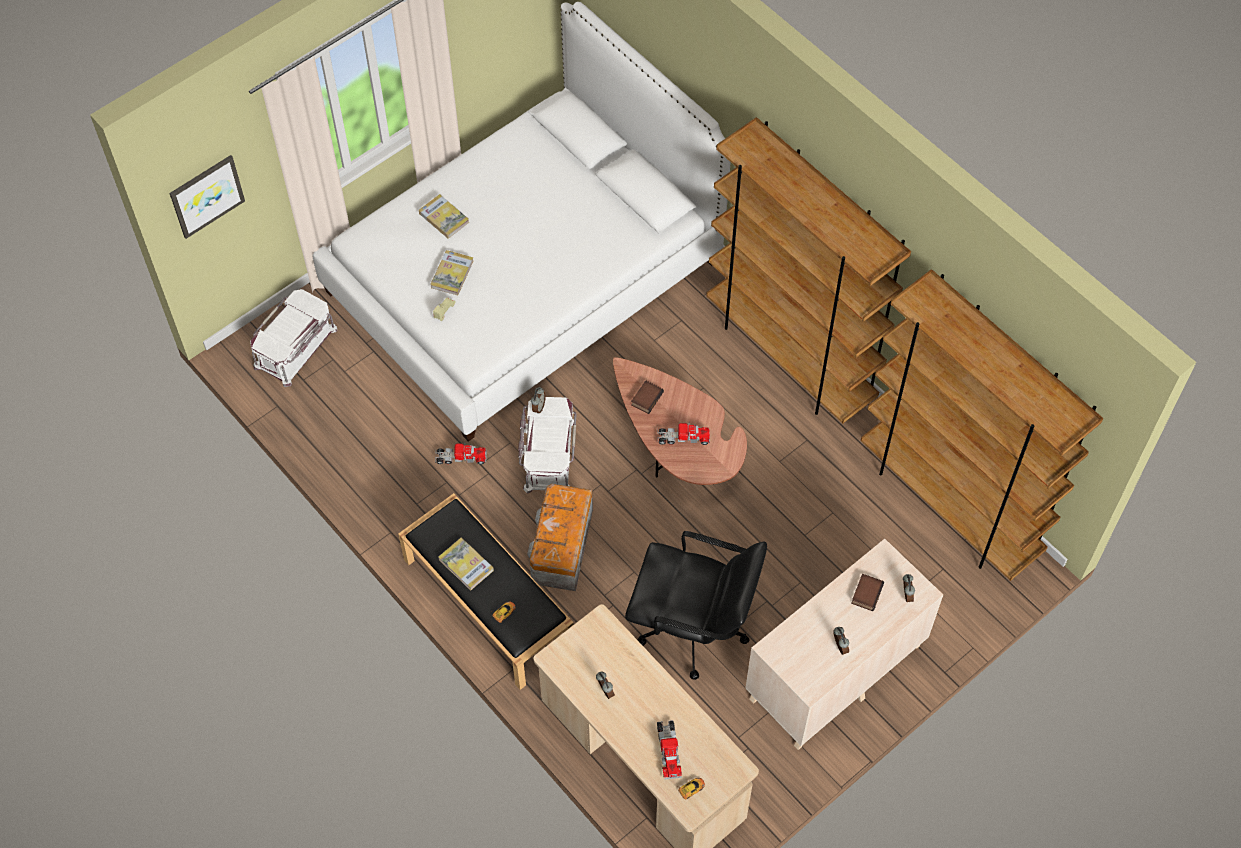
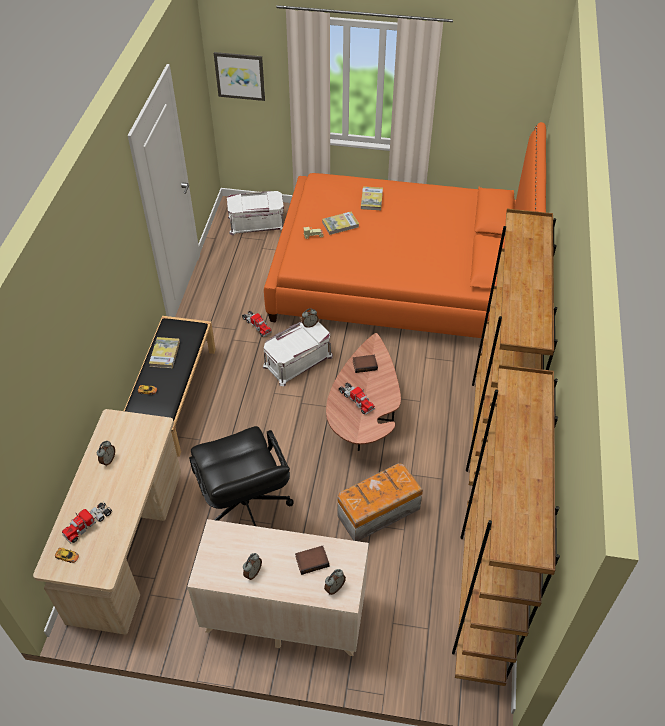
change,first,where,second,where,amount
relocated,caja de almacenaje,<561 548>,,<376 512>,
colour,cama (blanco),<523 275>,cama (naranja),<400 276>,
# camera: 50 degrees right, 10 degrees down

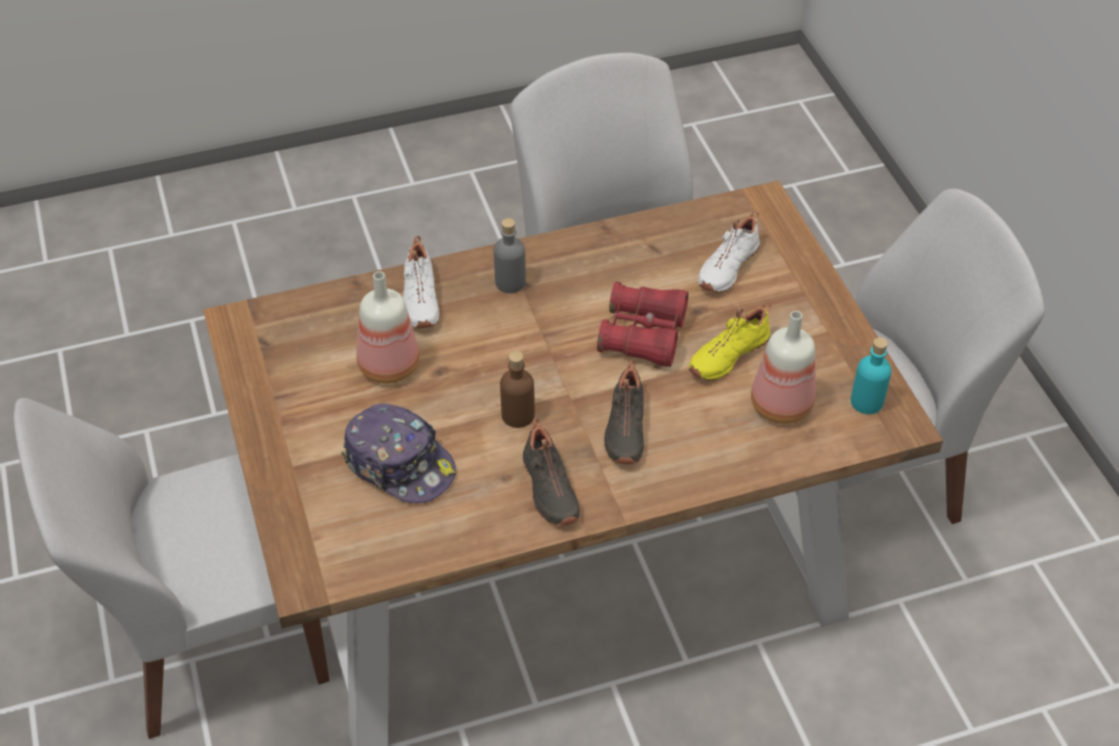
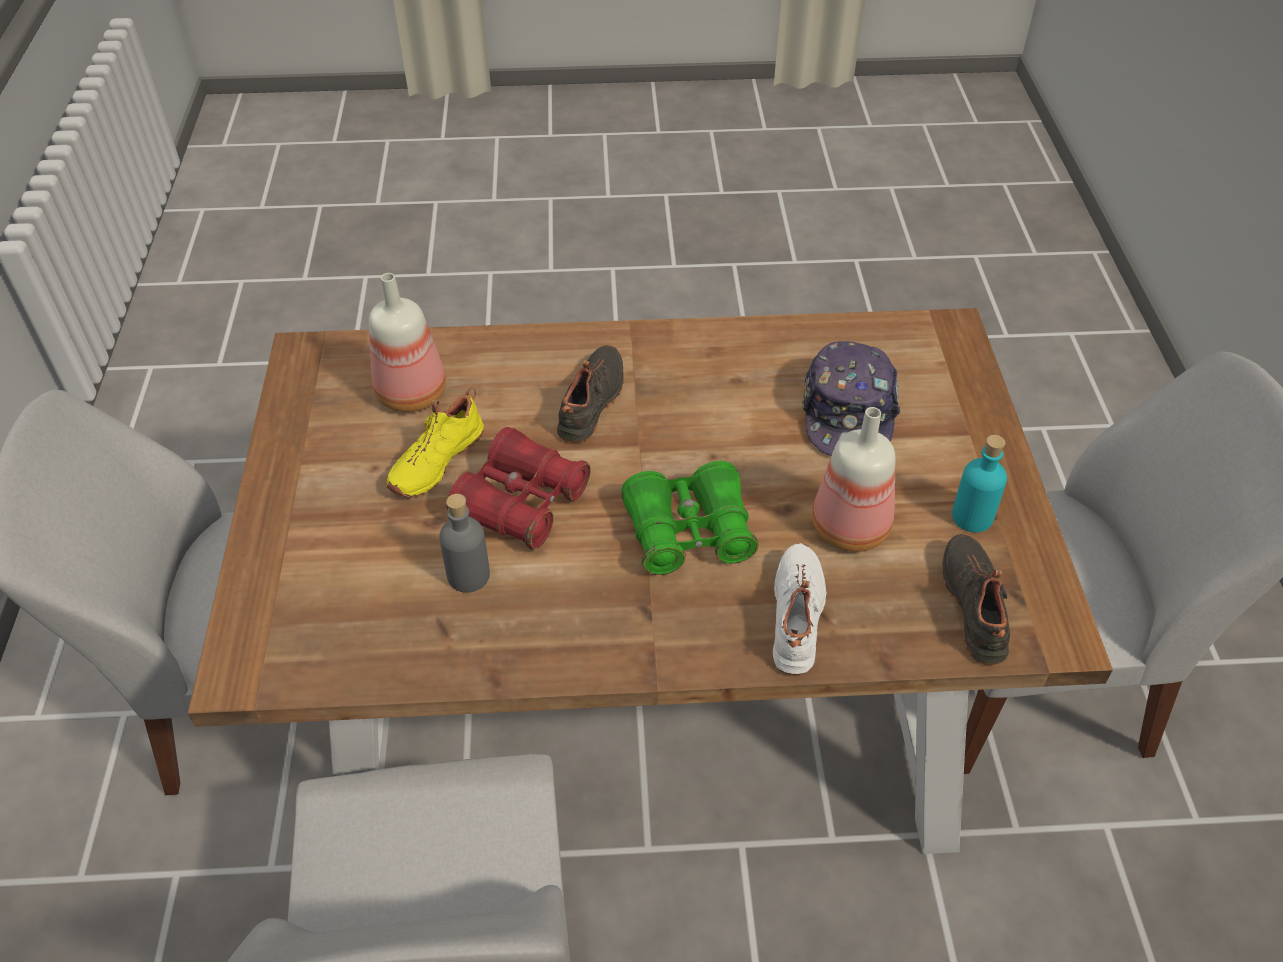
change,first,where,second,where,amount
missing,botella (marrón),<518 415>,,,
missing,zapato (blanco),<726 266>,,,
appeared,,,prismáticos (verde),<688 532>,
relocated,botella (gris),<510 282>,,<468 575>,
relocated,zapato (negro),<548 489>,,<976 606>,
relocated,botella (turquesa),<867 402>,,<972 517>,
spun,gorra,<400 464>,,<848 414>,135 degrees counterclockwise
spun,zapato (amarillo),<727 354>,,<435 460>,150 degrees clockwise
# camera: 165 degrees left, 0 degrees up

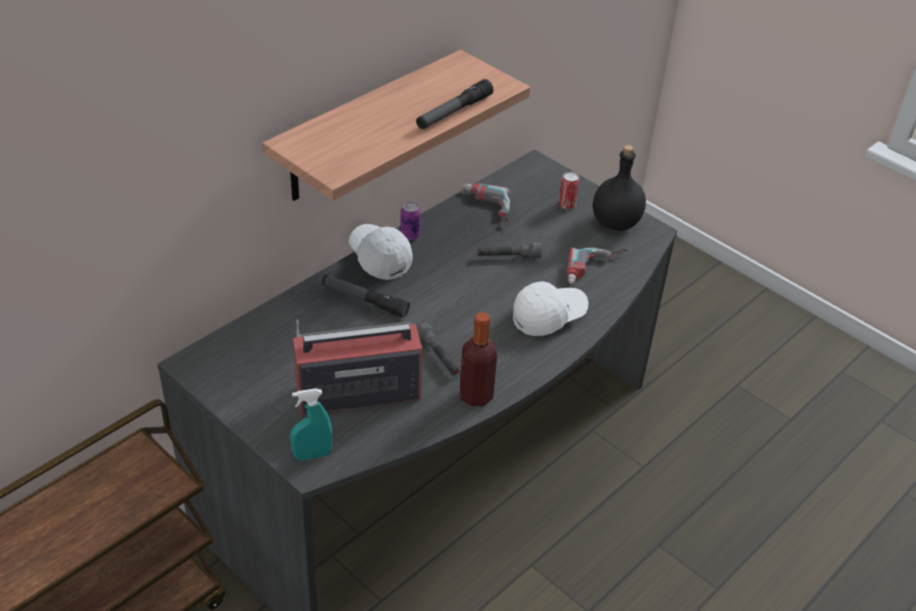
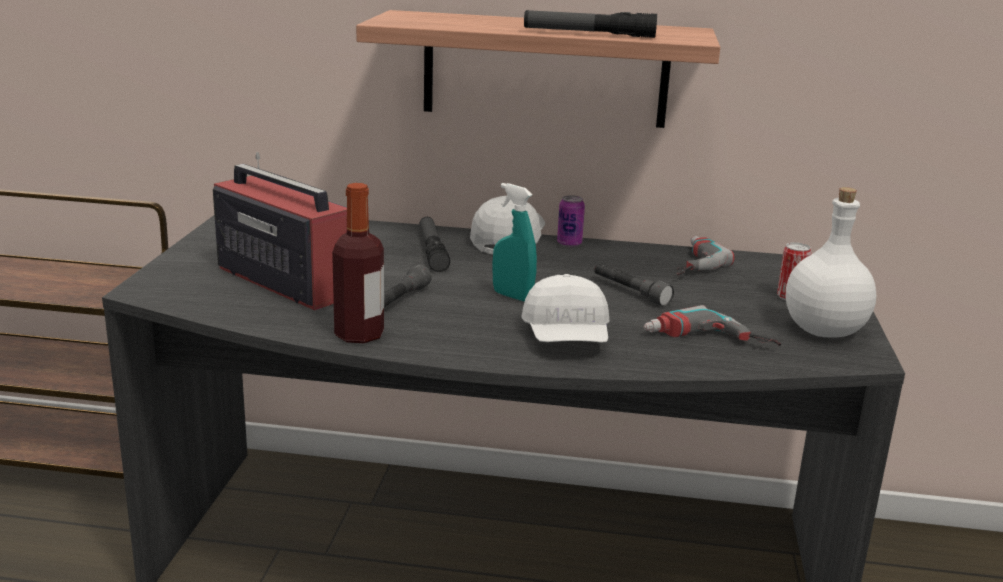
change,first,where,second,where,amount
relocated,pulverizador (turquesa),<312 455>,,<512 296>,
colour,botella (negro),<615 222>,botella (blanco),<823 330>,
spun,gorra (blanco),<548 316>,,<566 338>,60 degrees clockwise
# camera: 55 degrees right, 20 degrees down

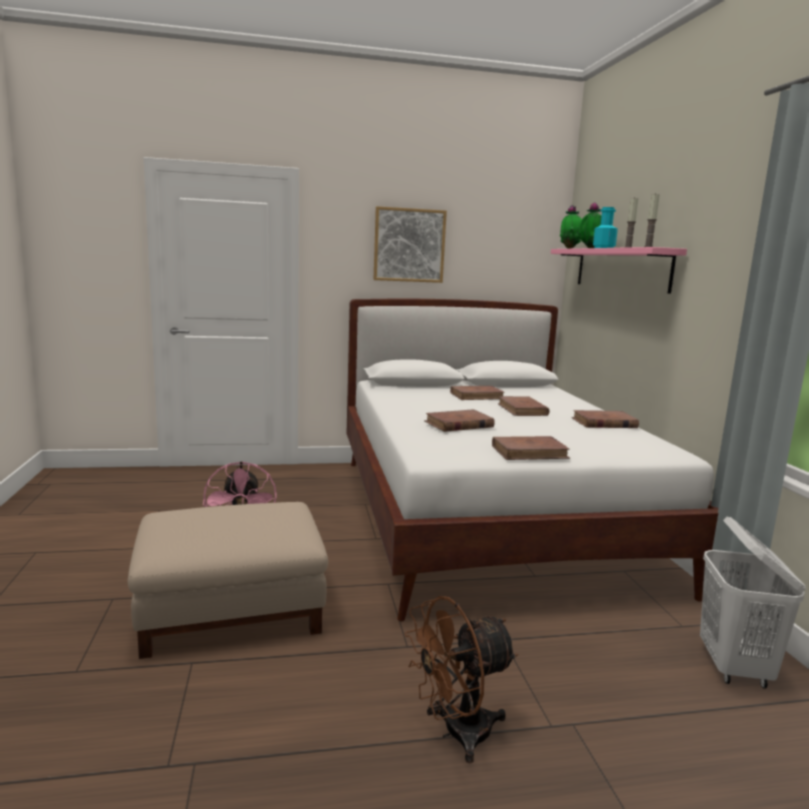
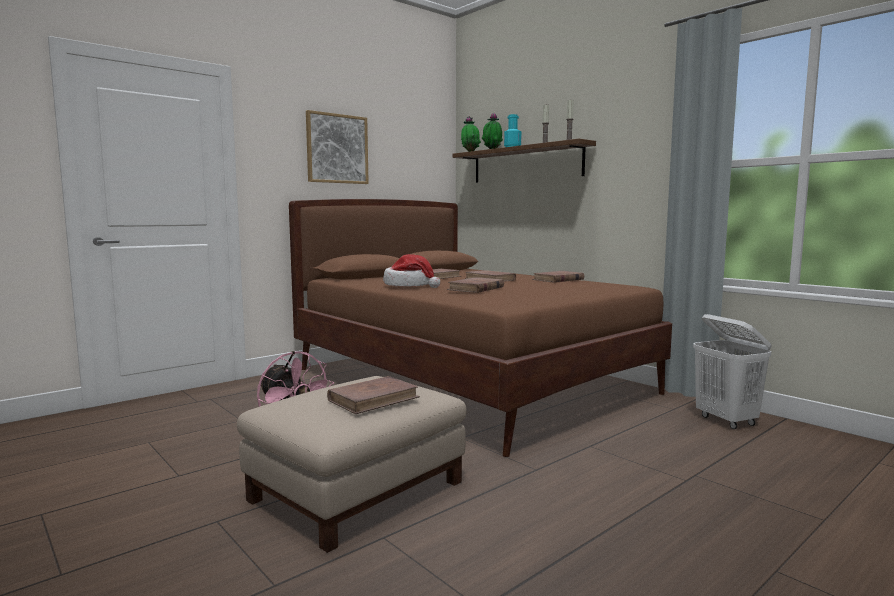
change,first,where,second,where,amount
missing,ventilador (marrón),<456 733>,,,
appeared,,,sombrero,<410 285>,
relocated,libro (marrón),<529 452>,,<373 399>,
colour,cama (blanco),<488 517>,cama (marrón),<470 380>,
colour,estante (rosa),<621 269>,estante (marrón),<525 164>,
# camera: 30 degrees left, 5 degrees down

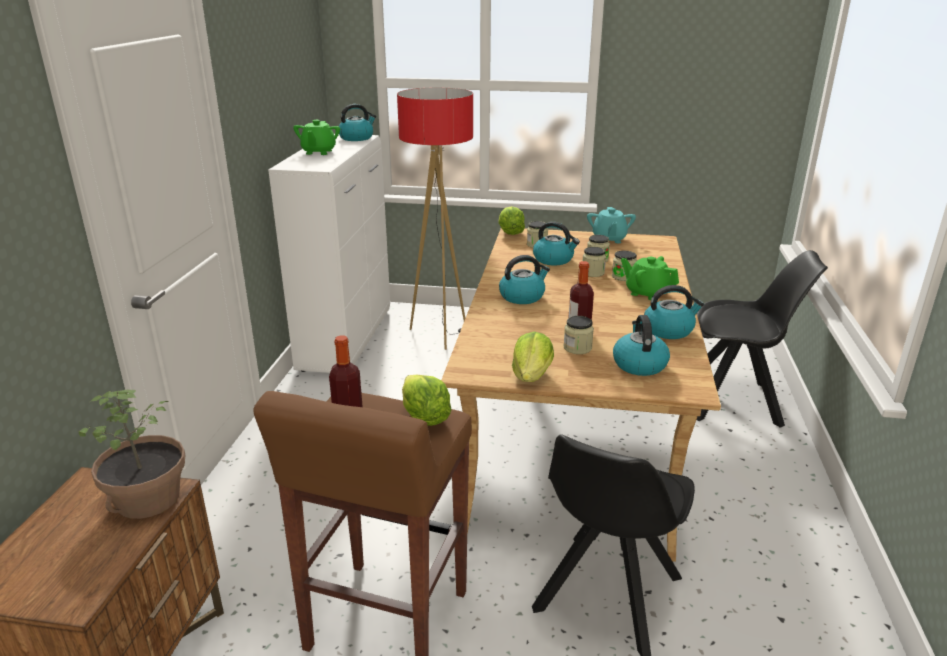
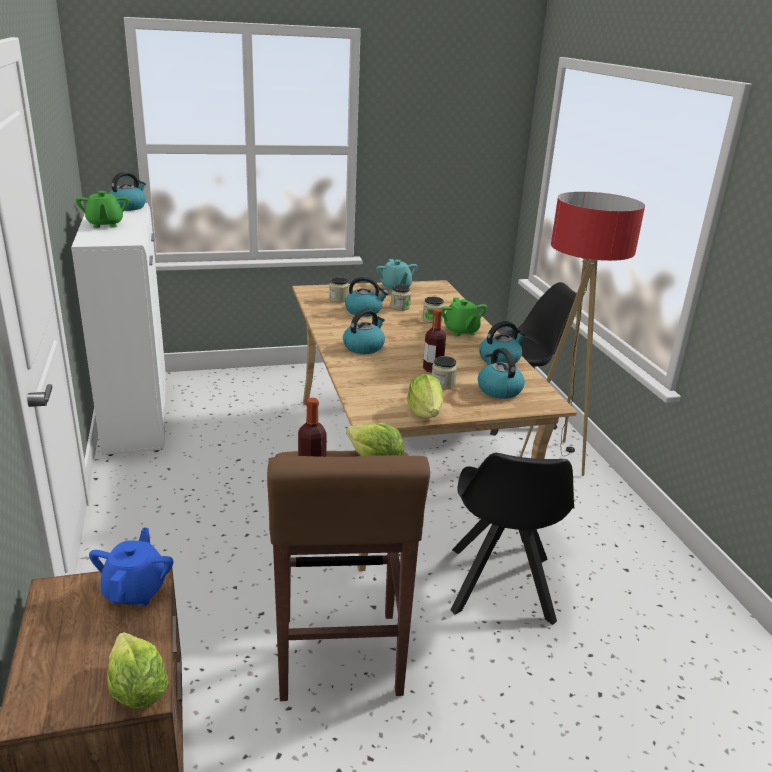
change,first,where,second,where,amount
missing,tarro,<593 273>,,,
relocated,lámpara de pie,<441 334>,,<555 458>,
relocated,lechuga,<510 233>,,<137 691>,
exchanged,planta en maceta,<148 499>,tetera (azul),<135 590>,
spun,tetera (verde),<647 293>,,<461 331>,120 degrees counterclockwise
# camera: 25 degrees left, 0 degrees up

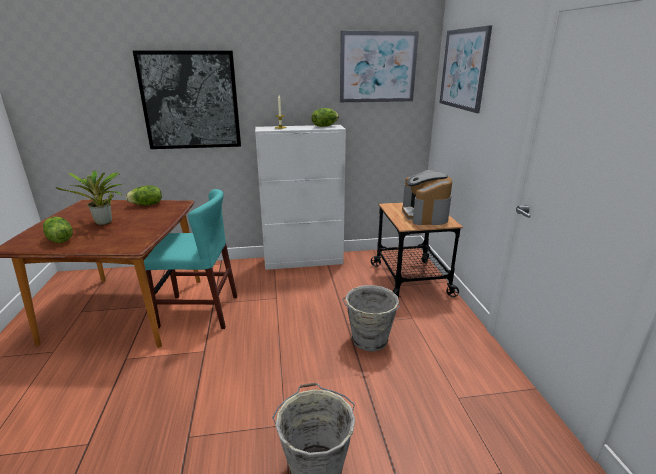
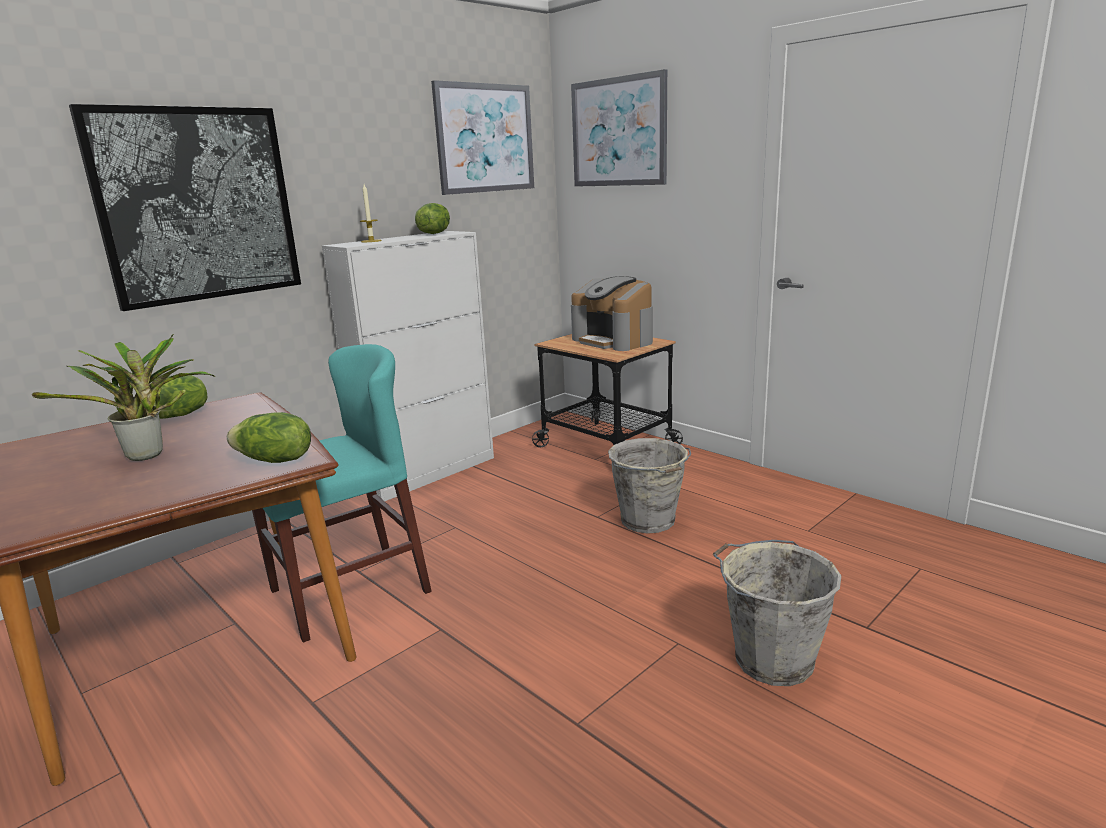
change,first,where,second,where,amount
relocated,lechuga,<59 240>,,<274 460>,
# camera: 35 degrees left, 5 degrees down

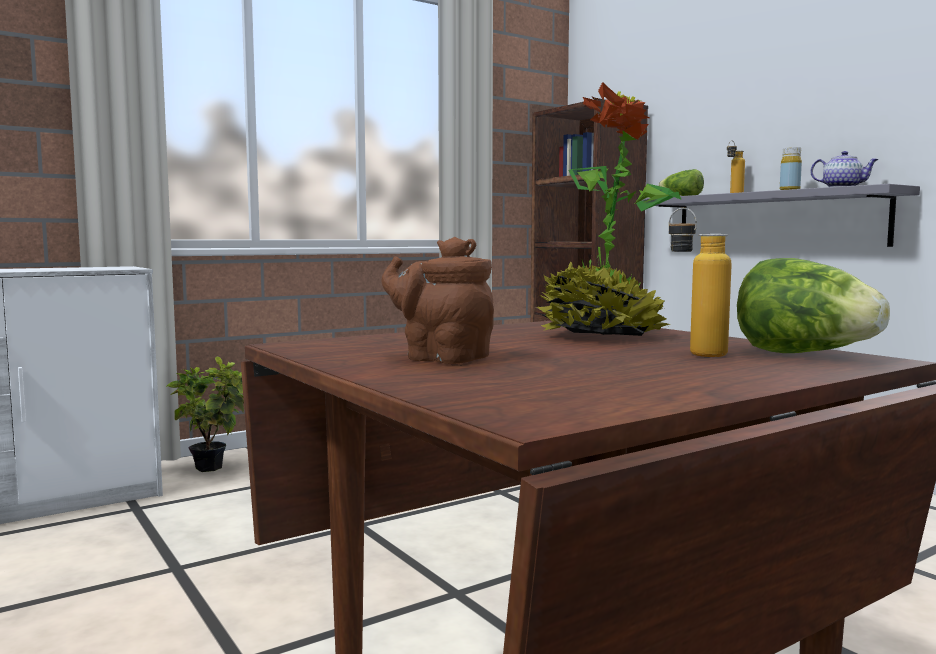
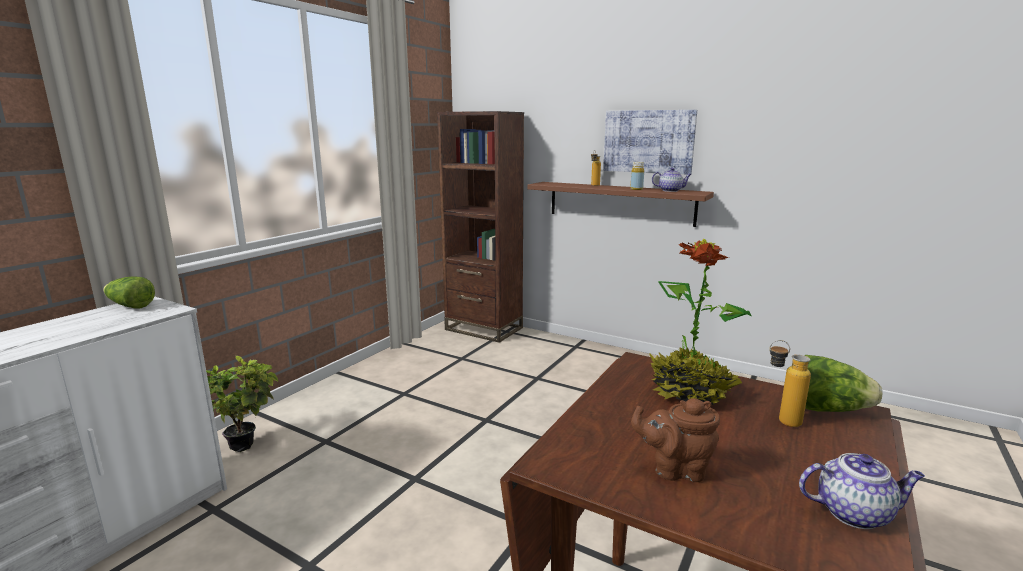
change,first,where,second,where,amount
appeared,,,cuadro,<648 141>,
appeared,,,tetera,<854 513>,
relocated,lechuga,<681 196>,,<130 306>,
colour,estante (gris),<775 220>,estante (marrón),<620 203>,
# camera: 25 degrees left, 10 degrees up

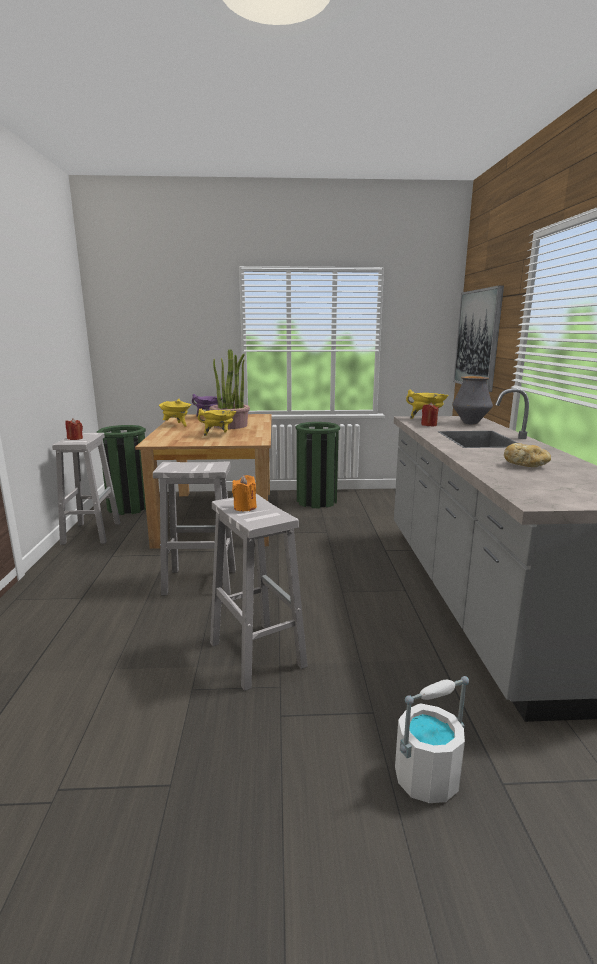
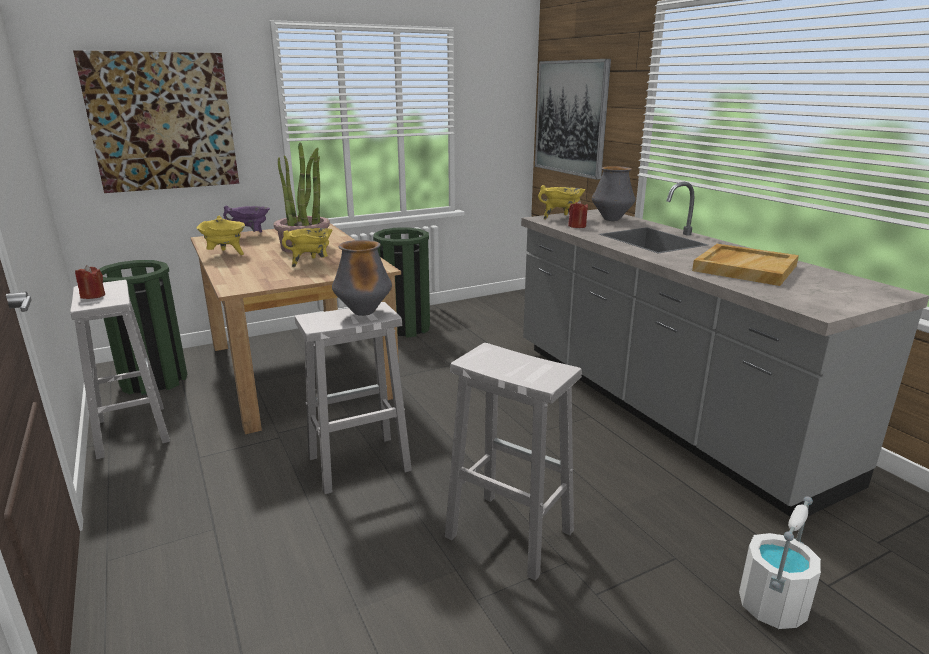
change,first,where,second,where,amount
missing,vela (naranja),<245 507>,,,
appeared,,,cuadro,<162 122>,
appeared,,,florero,<364 312>,
exchanged,pan,<525 465>,bandeja (beis),<744 268>,
# camera: 25 degrees left, 5 degrees up

